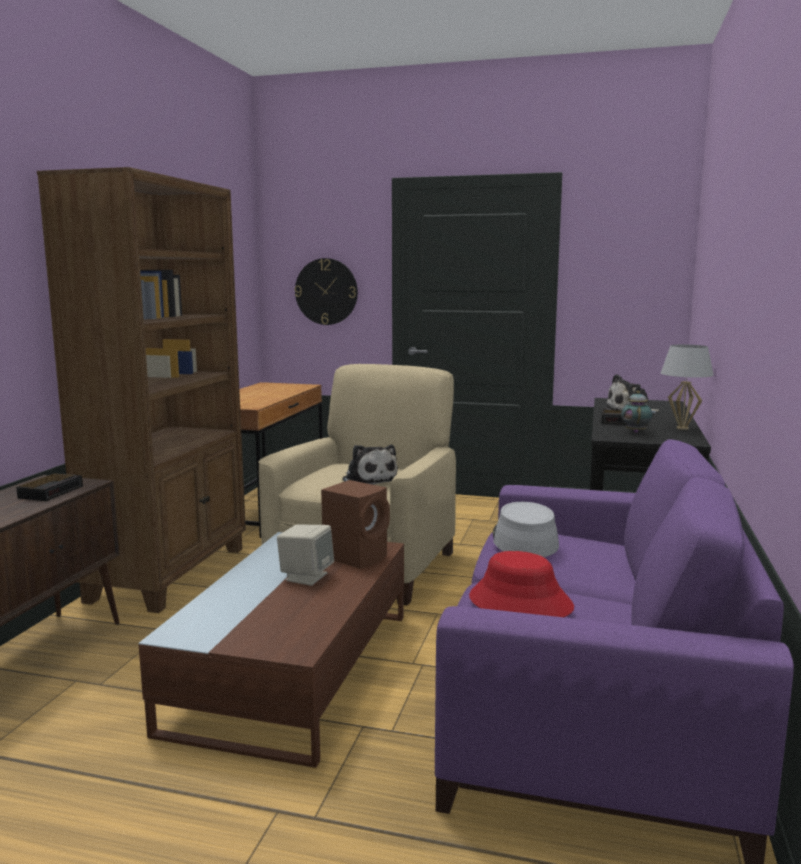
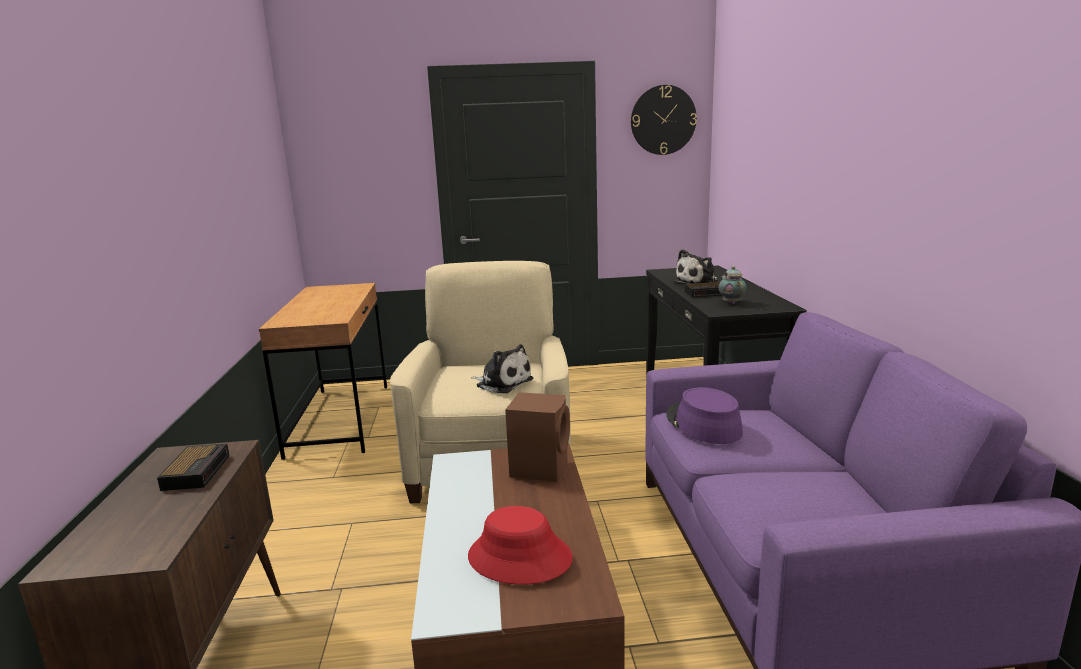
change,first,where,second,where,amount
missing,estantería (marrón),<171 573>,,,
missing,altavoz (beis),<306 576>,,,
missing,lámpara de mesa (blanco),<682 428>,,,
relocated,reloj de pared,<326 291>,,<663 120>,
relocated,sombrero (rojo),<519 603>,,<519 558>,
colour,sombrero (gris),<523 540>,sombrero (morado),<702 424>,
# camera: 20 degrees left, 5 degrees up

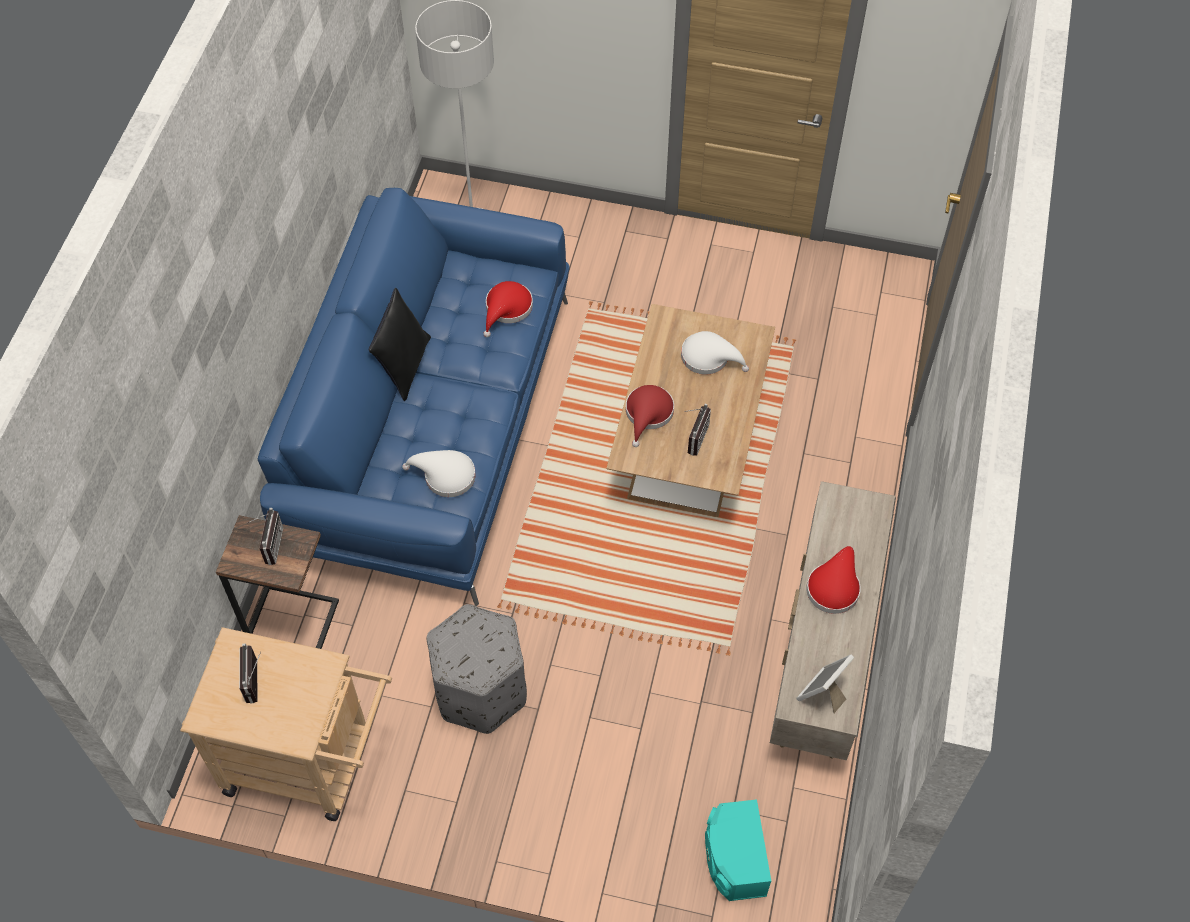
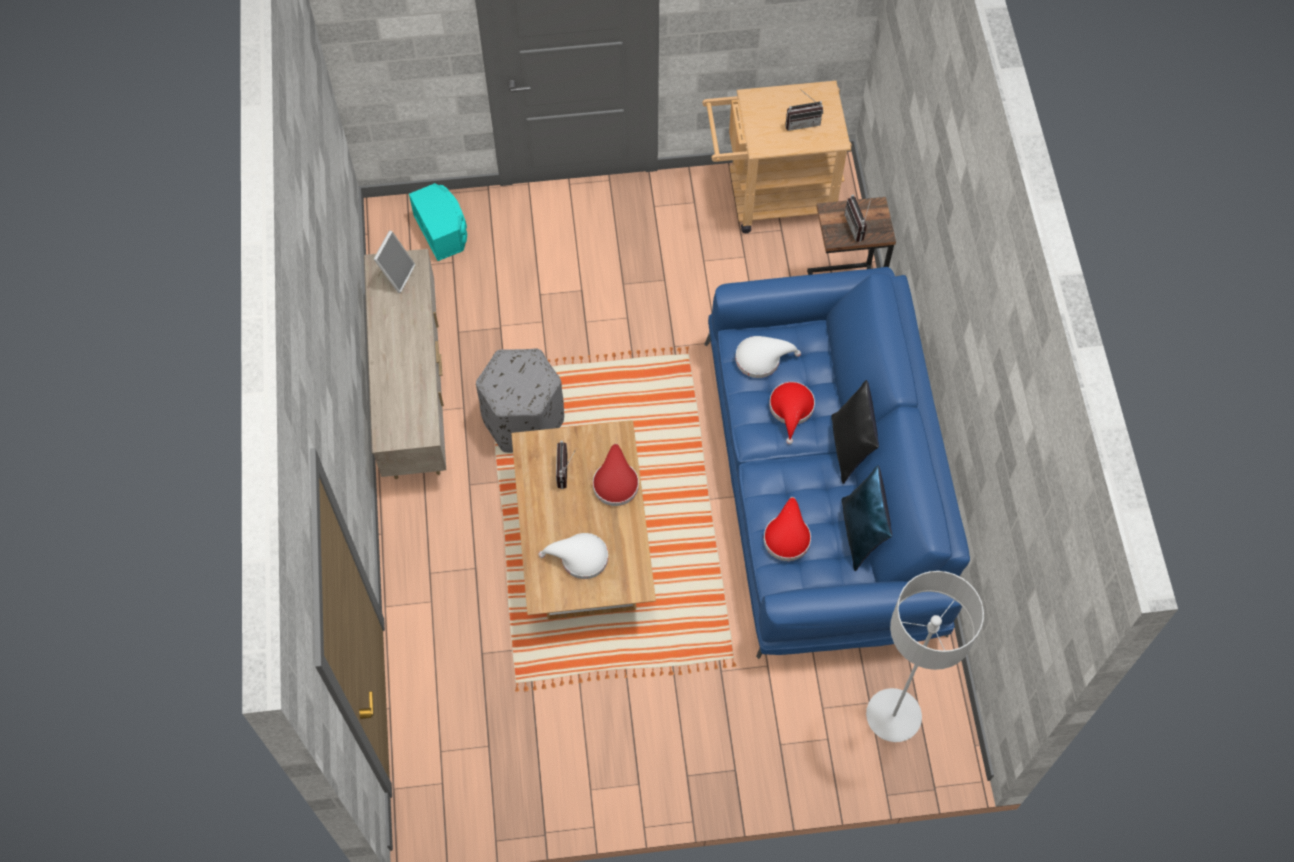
change,first,where,second,where,amount
appeared,,,cojín (azul),<862 533>,
relocated,puf (gris),<480 690>,,<524 421>,
relocated,sombrero (rojo),<834 586>,,<791 410>,
spun,radio,<258 682>,,<802 122>,105 degrees clockwise
# camera: 160 degrees right, 5 degrees up

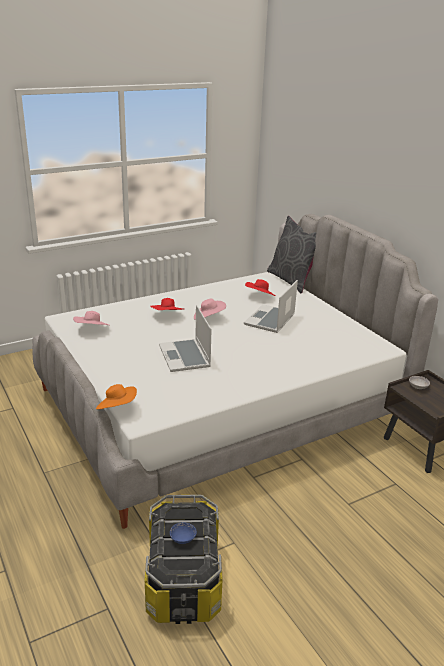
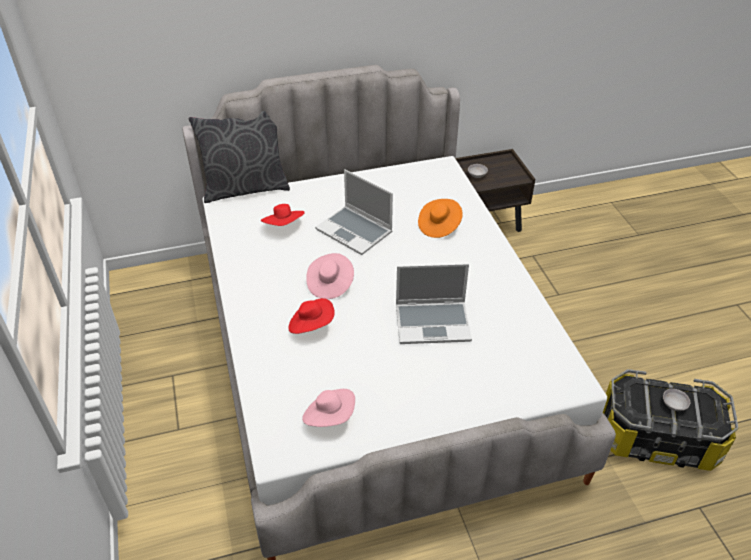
change,first,where,second,where,amount
relocated,sombrero (naranja),<117 408>,,<439 226>,
colour,cuenco (azul),<183 538>,cuenco (gris),<674 404>,
# camera: 75 degrees left, 15 degrees up

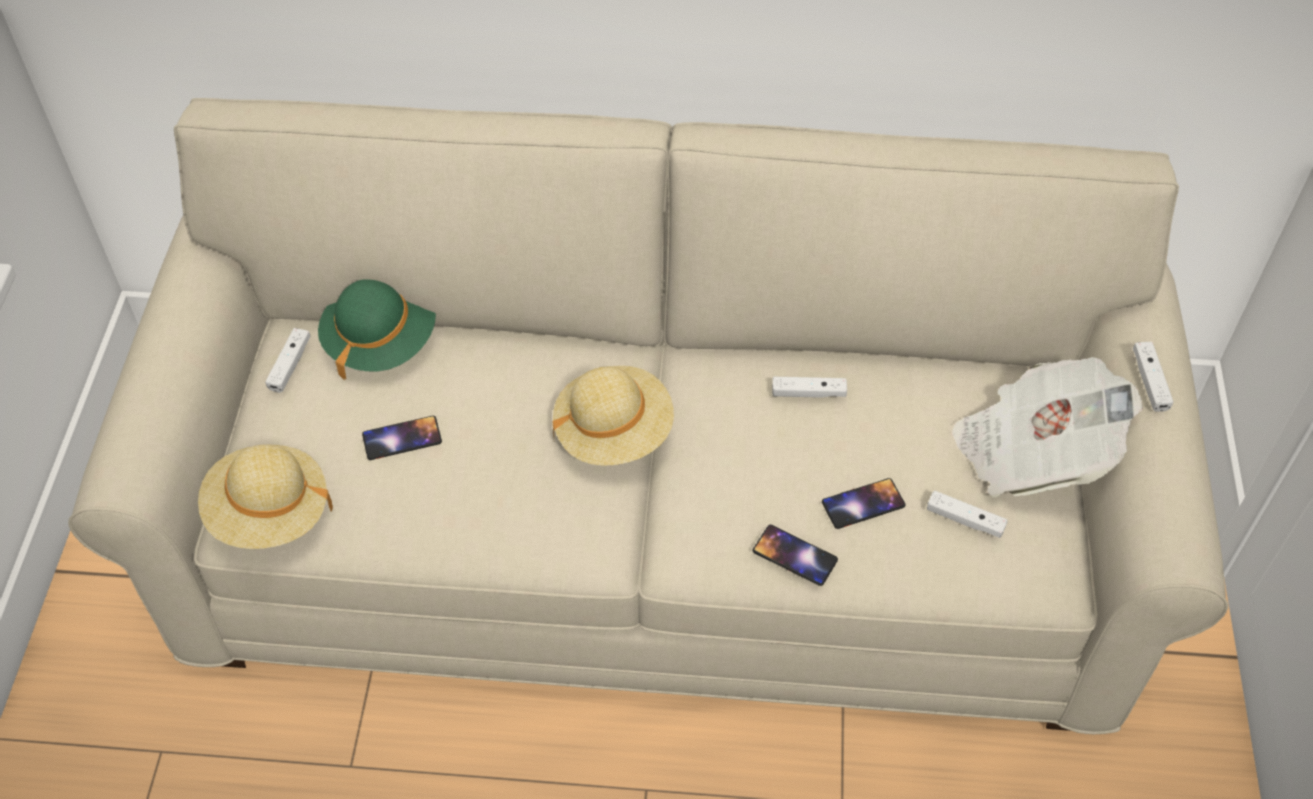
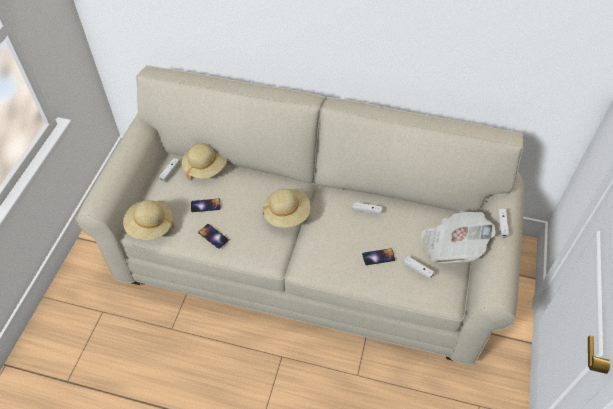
change,first,where,second,where,amount
relocated,móvil,<794 556>,,<213 236>,
colour,sombrero (verde),<381 341>,sombrero (beis),<205 167>,
# camera: 10 degrees right, 0 degrees up

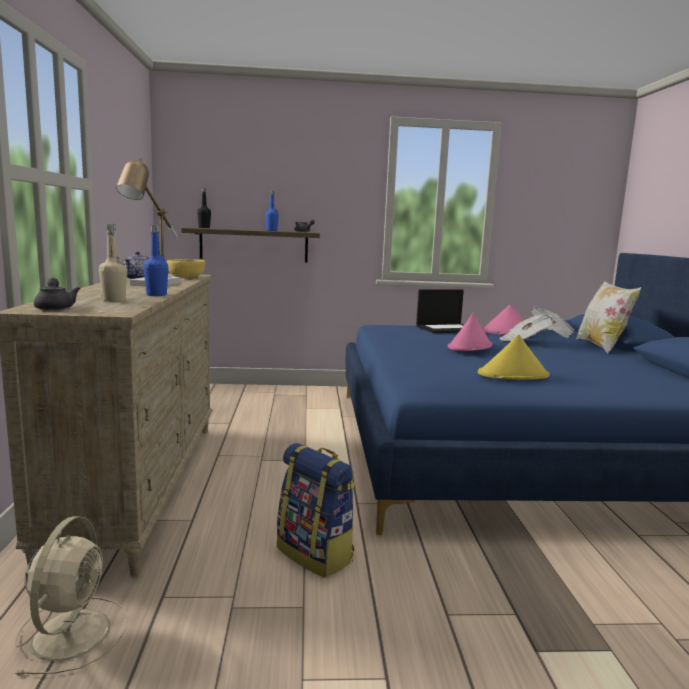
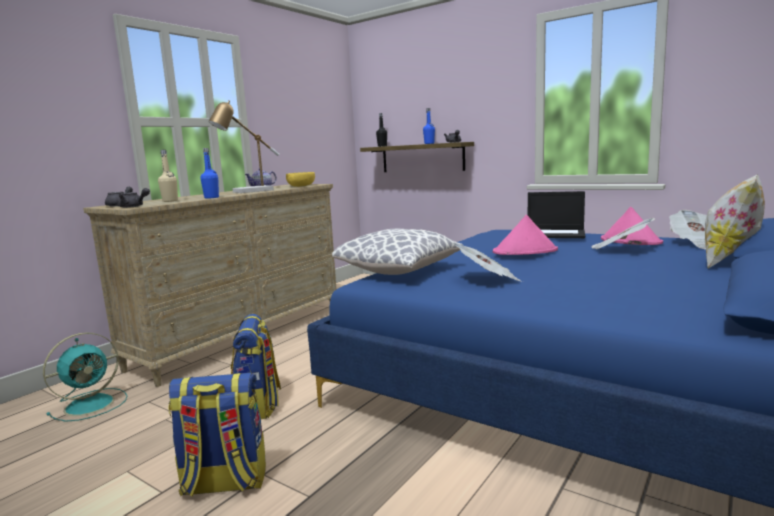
change,first,where,second,where,amount
appeared,,,tetera (gris),<133 207>,
appeared,,,mochila,<224 483>,
appeared,,,cojín,<399 271>,
exchanged,sombrero (amarillo),<513 375>,periódico,<487 279>,
colour,ventilador (beis),<72 632>,ventilador (turquesa),<92 404>,
# camera: 40 degrees right, 0 degrees up

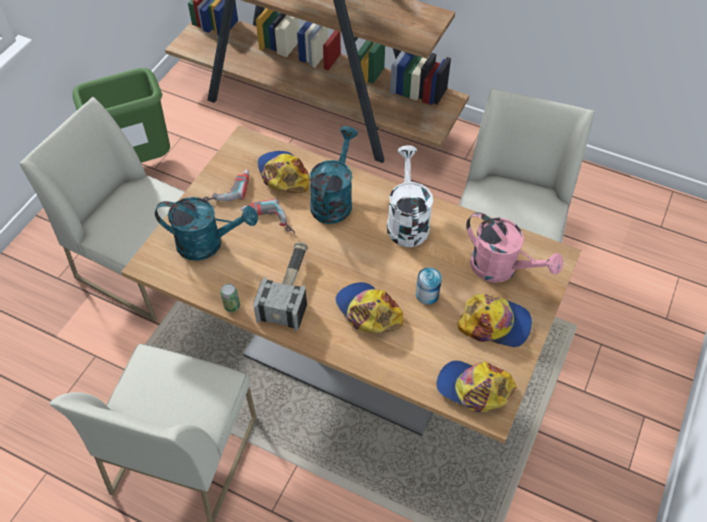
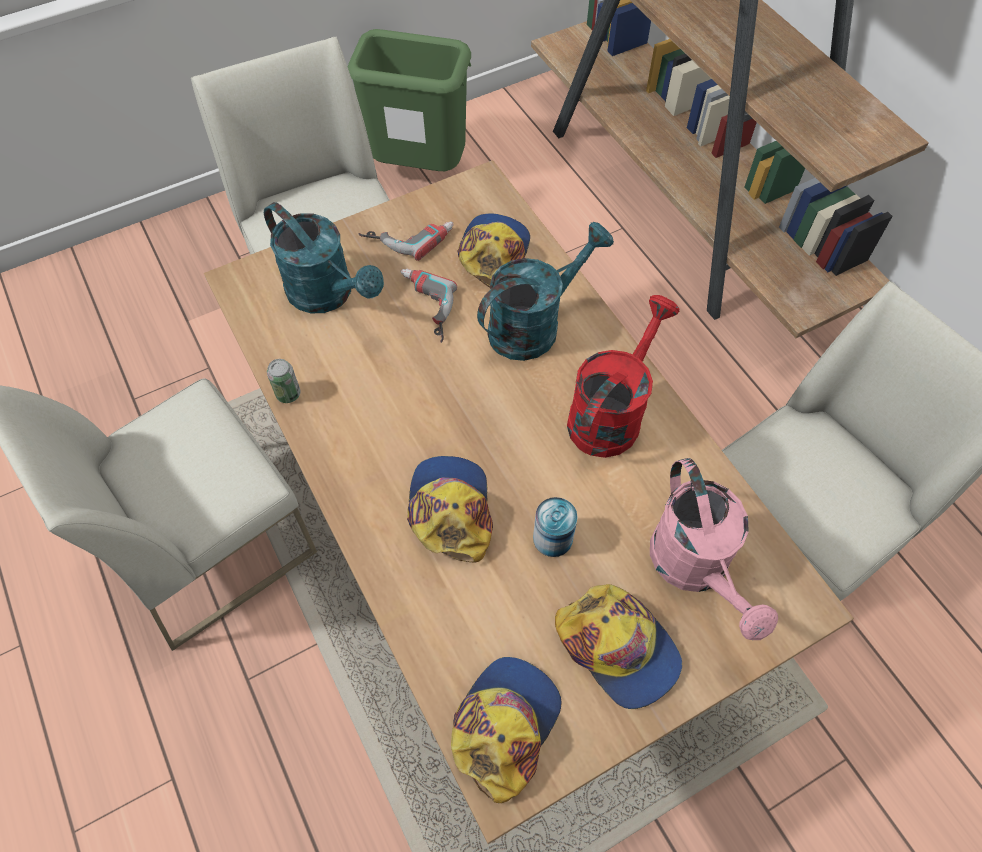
change,first,where,second,where,amount
missing,martillo,<289 289>,,,
colour,regadera (blanco),<406 221>,regadera (rojo),<610 412>,
spun,gorra,<473 388>,,<505 726>,60 degrees clockwise
# camera: 35 degrees right, 5 degrees up

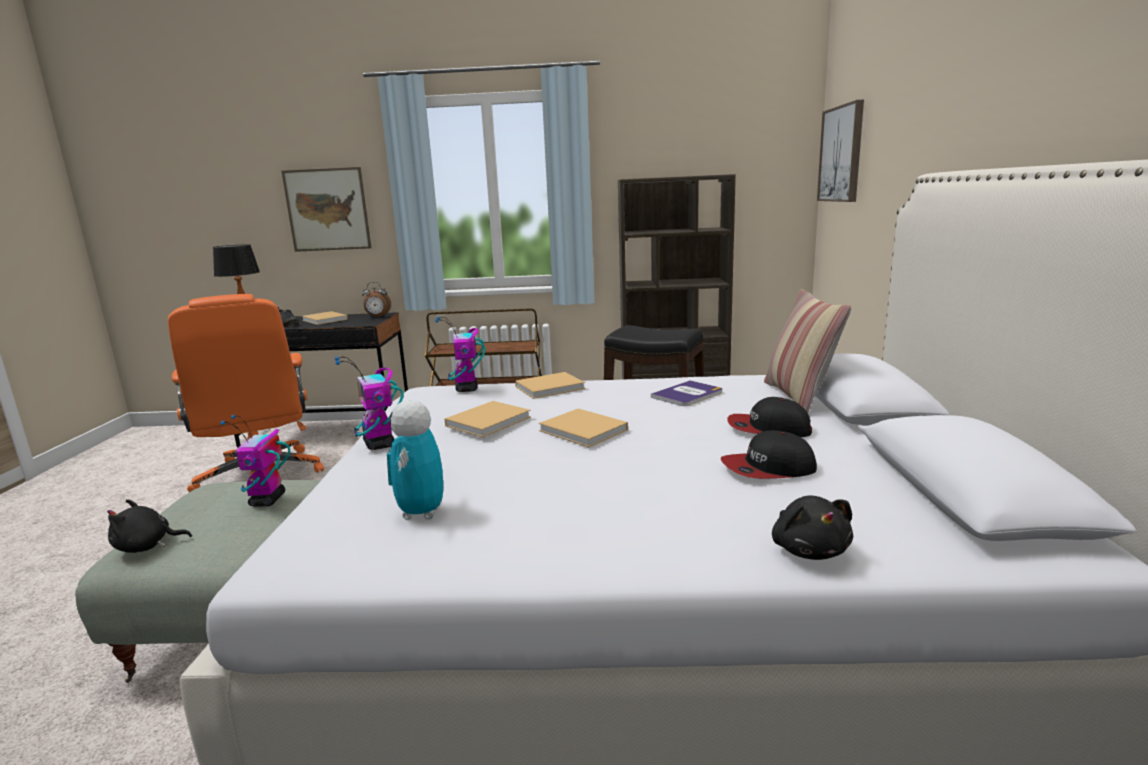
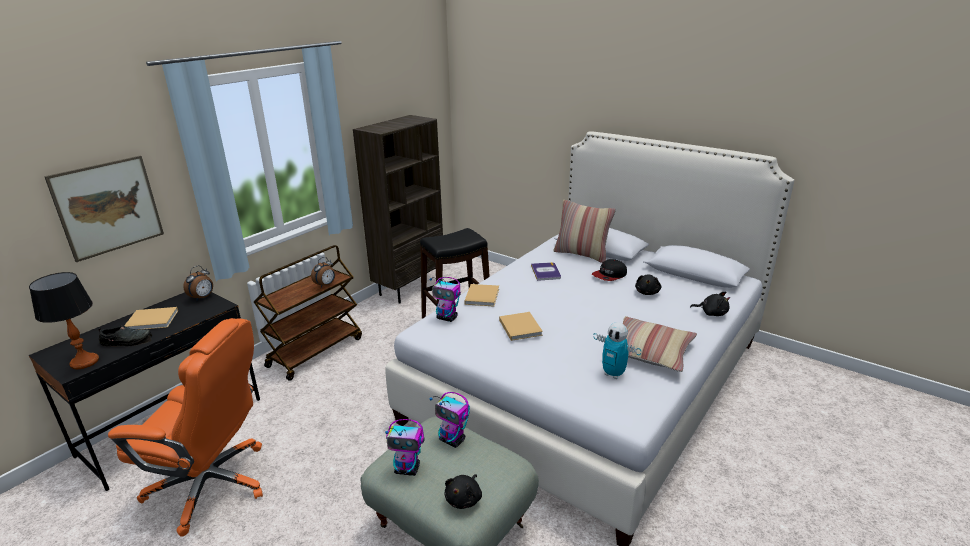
change,first,where,second,where,amount
missing,libro (beis),<585 431>,,,
missing,cuadro,<841 154>,,,
appeared,,,despertador,<325 285>,
appeared,,,cojín,<649 351>,
relocated,robot de juguete,<379 444>,,<408 469>,
exchanged,gorra,<768 469>,peluche (negro),<647 292>,
# camera: 55 degrees left, 10 degrees up

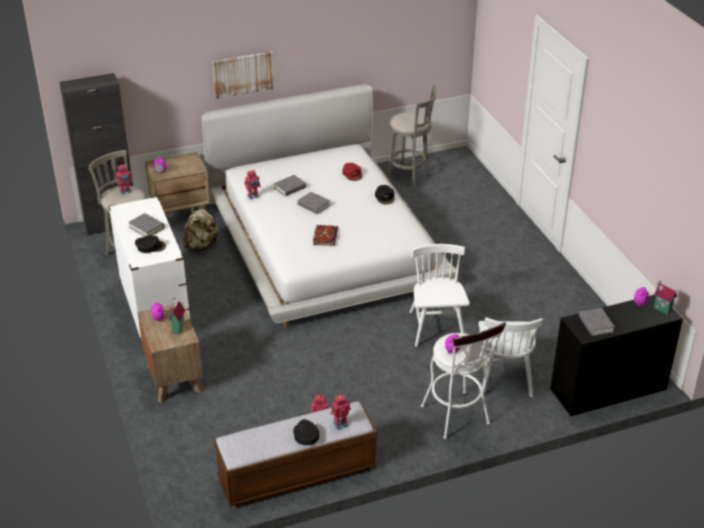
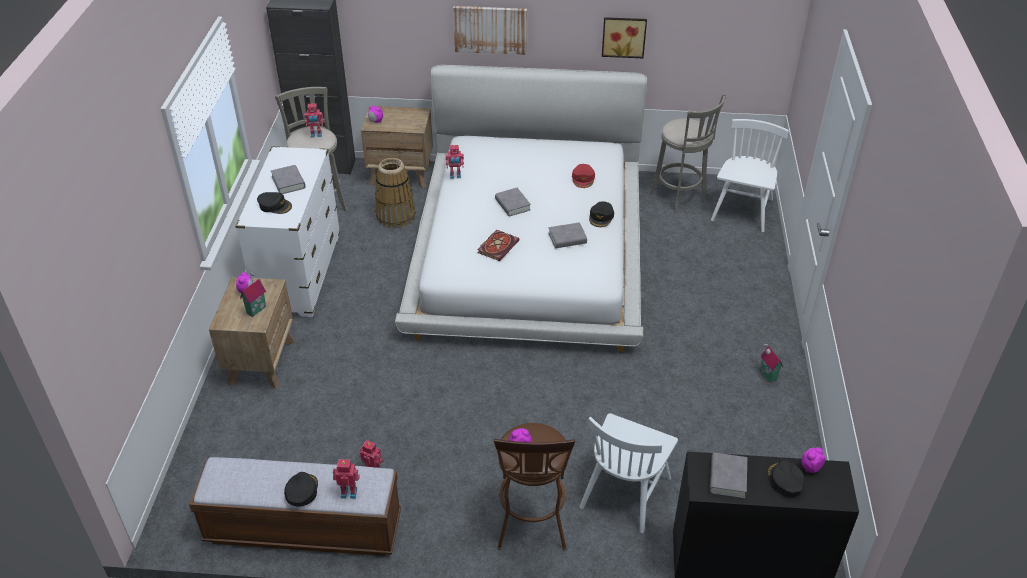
change,first,where,second,where,amount
appeared,,,cuadro,<624 36>,
appeared,,,gorra (negro),<785 480>,
relocated,libro (gris),<290 188>,,<567 238>,
relocated,silla (blanco),<437 328>,,<742 210>,
relocated,casita,<661 310>,,<767 375>,
exchanged,mochila (beis),<201 246>,cesta,<396 216>,
colour,taburete (blanco),<458 418>,taburete (marrón),<532 528>,
# camera: 25 degrees right, 5 degrees up

